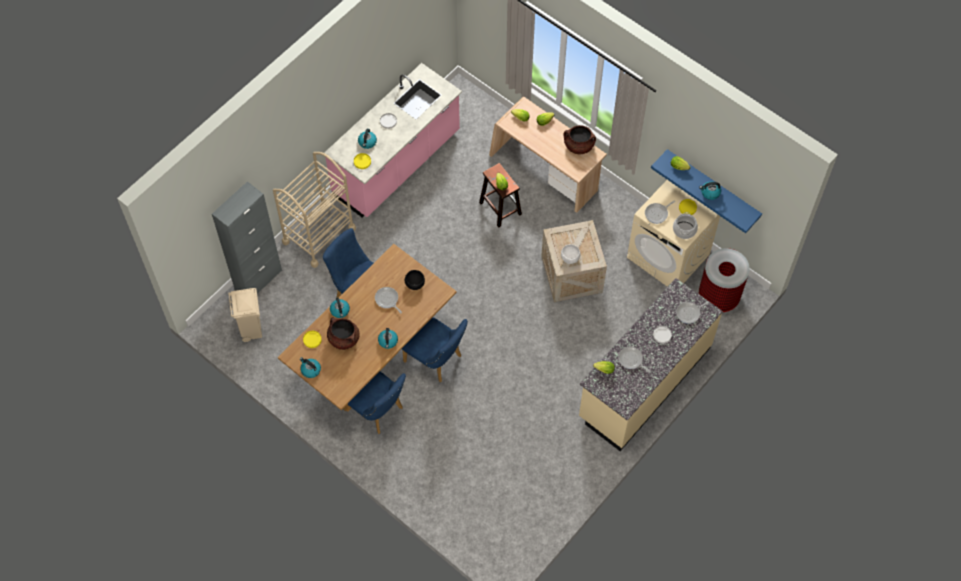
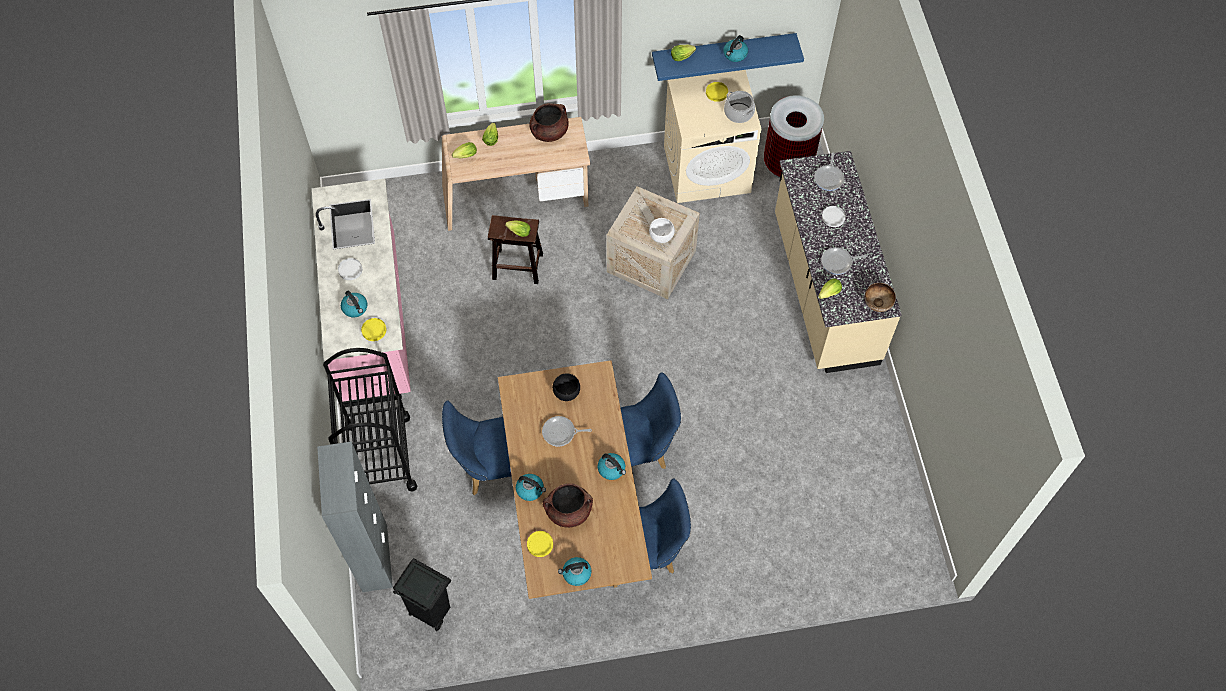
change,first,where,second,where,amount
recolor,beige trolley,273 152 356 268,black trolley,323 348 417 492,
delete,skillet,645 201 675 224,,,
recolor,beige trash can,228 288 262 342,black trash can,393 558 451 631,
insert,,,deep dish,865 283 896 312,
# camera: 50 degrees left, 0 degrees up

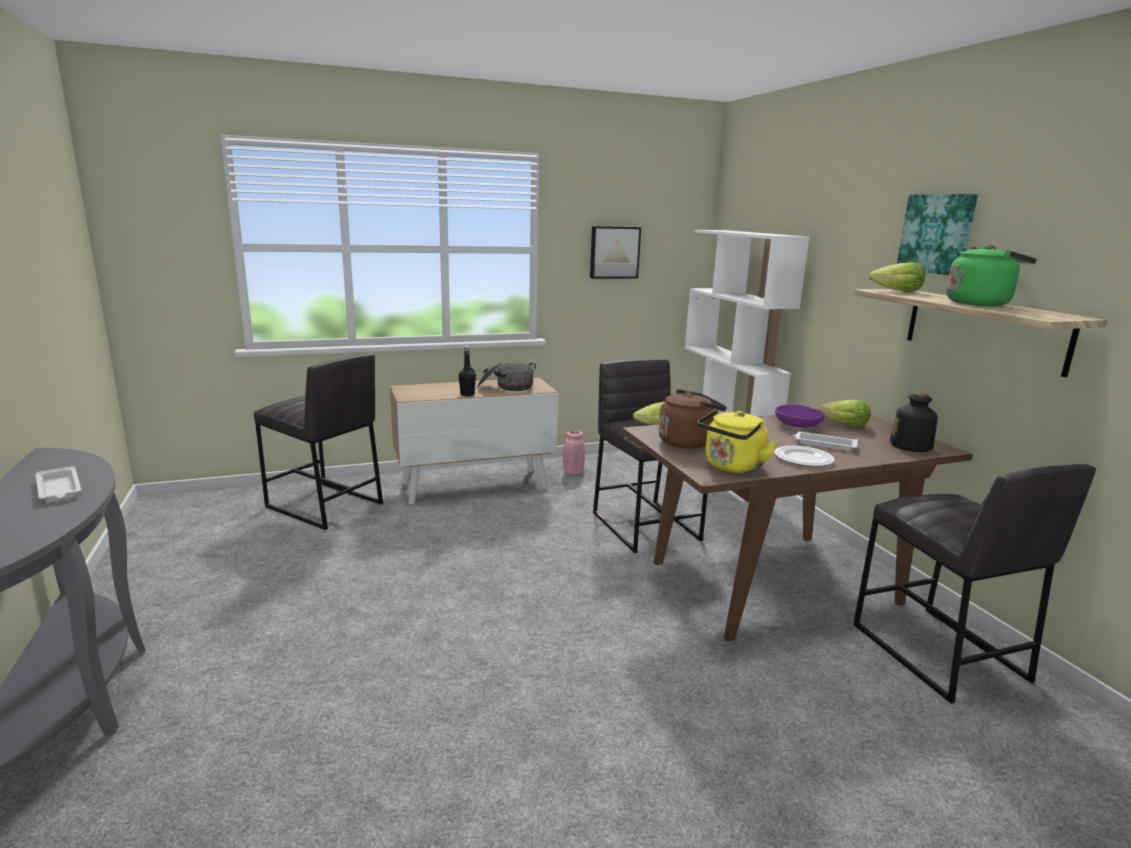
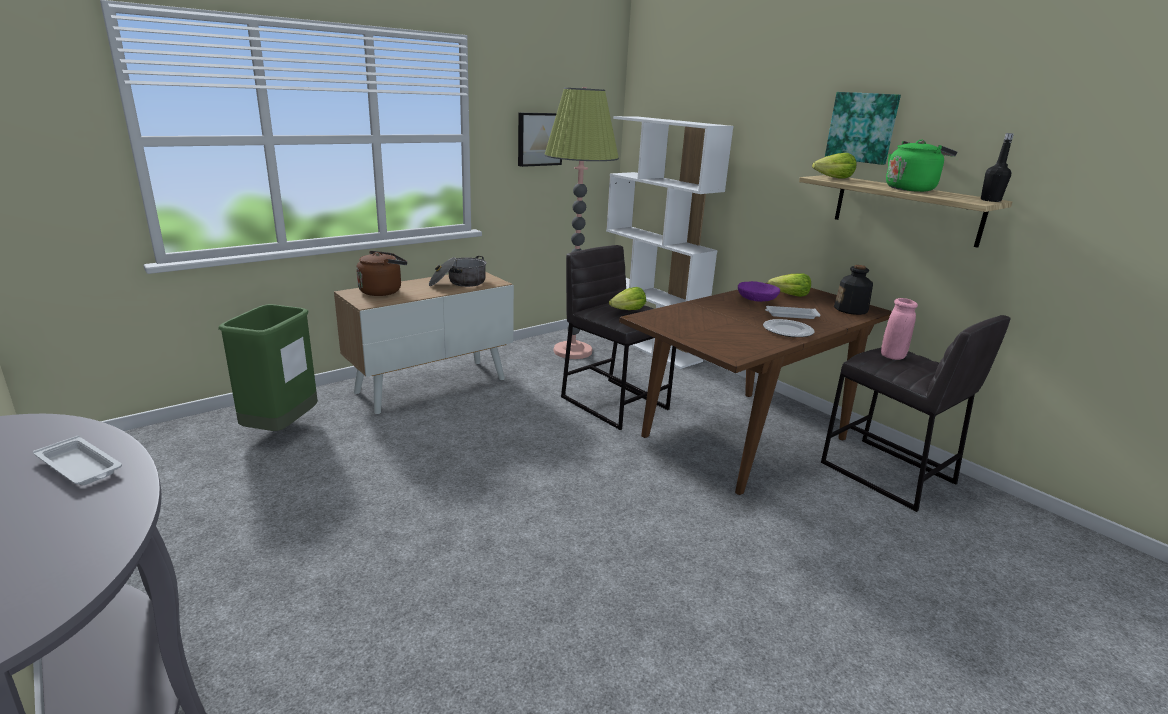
change,first,where,second,where,amount
move,black beverage bottle,459 346 476 397,,981 133 1014 202,
replace,grey stool seat,254 354 383 530,green-coloured trash can,218 304 318 431,
move,brownish kettle,659 389 727 449,,356 251 407 296,
delete,yellowish kettle,698 409 777 473,,,
move,pink flower vase,563 430 585 474,,881 298 918 360,
insert,,,standing lamp,544 87 619 359,
# camera: 20 degrees left, 5 degrees up

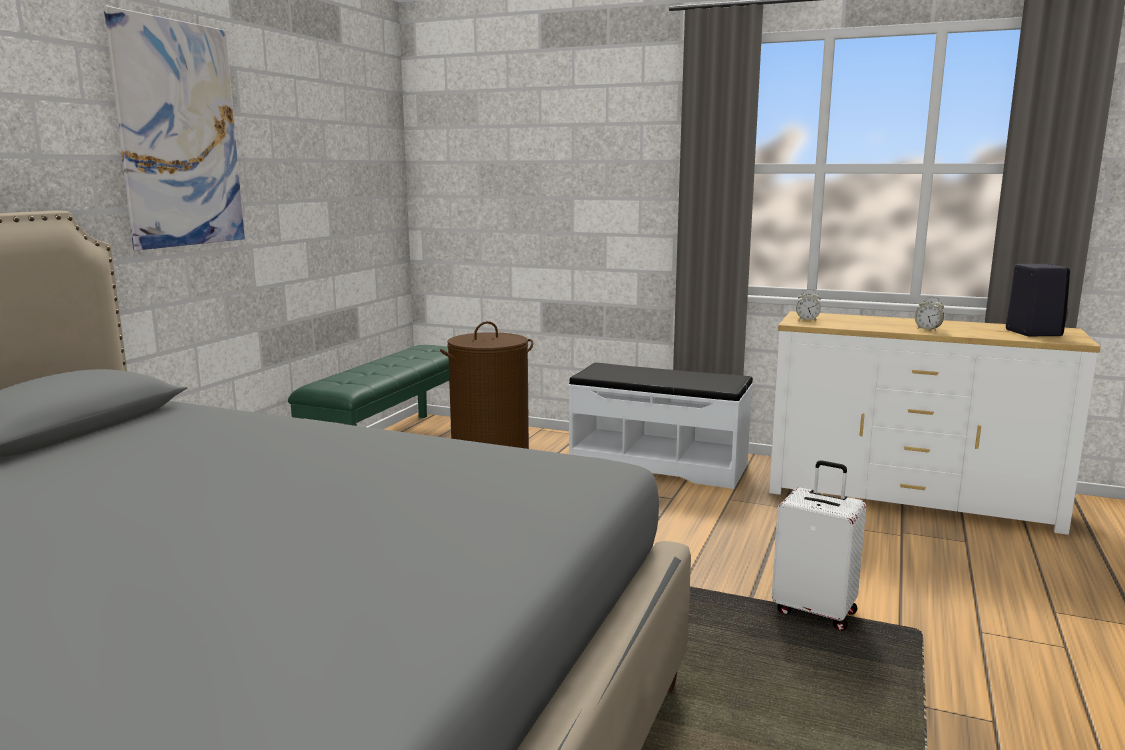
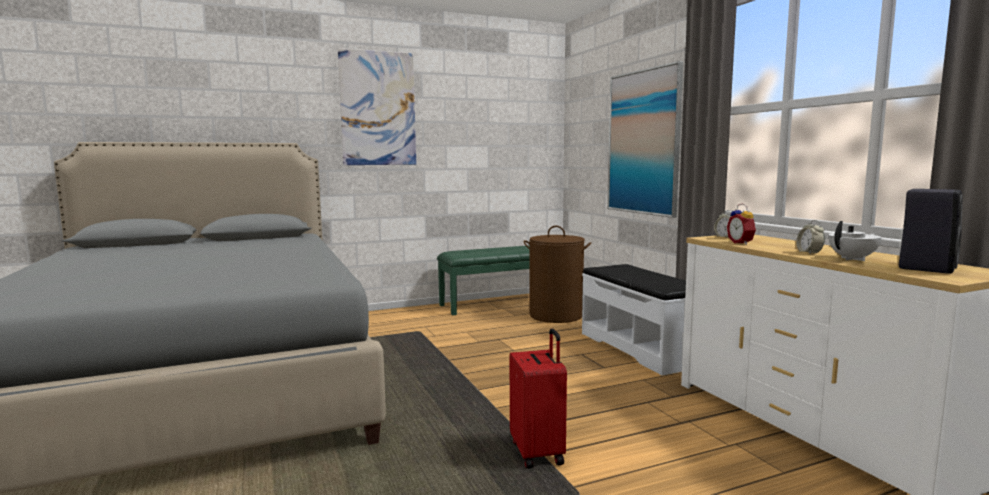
change,first,where,second,where,amount
recolor,whitish suitcase,772 460 866 631,reddish suitcase,510 328 567 469,
insert,,,wall art,607 61 683 218,
insert,,,bedside clock,727 203 756 245,
insert,,,whitish teapot,828 221 882 261,
# camera: 45 degrees right, 5 degrees down

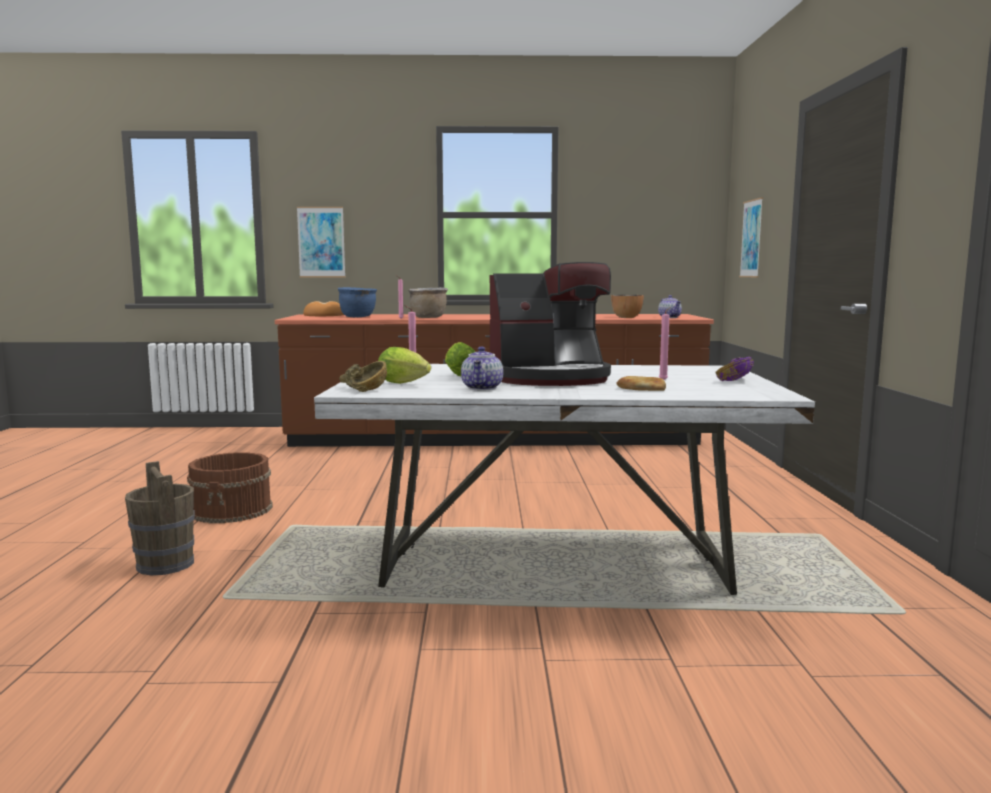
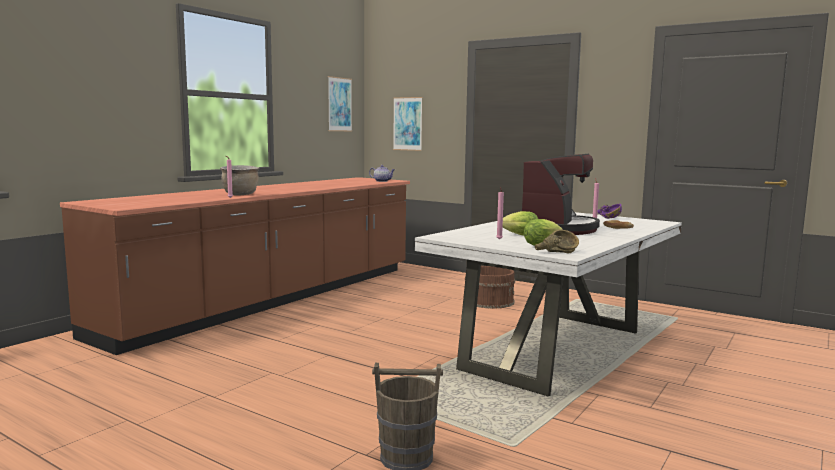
change,first,where,second,where,amount
move,wall art,297 207 345 277,,328 76 352 131,
delete,blue cooking pot,338 287 377 317,,,
delete,deep dish,611 295 644 318,,,
delete,bakery bread,303 301 344 316,,,
delete,teapot,461 347 503 390,,,
move,brownish pail,187 452 273 523,,465 266 515 309,
# camera: 55 degrees left, 0 degrees up

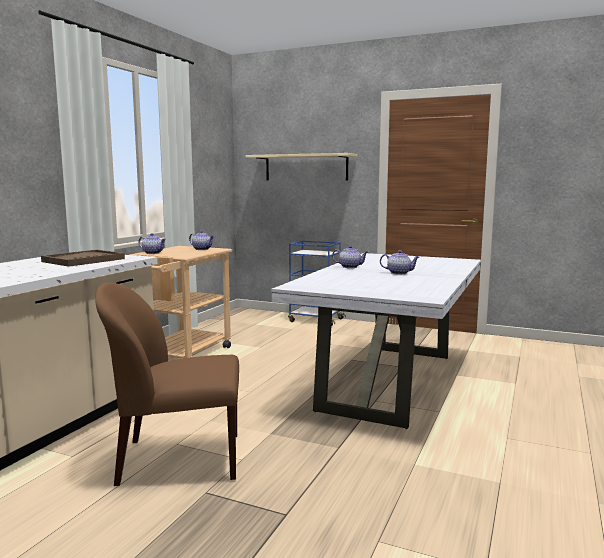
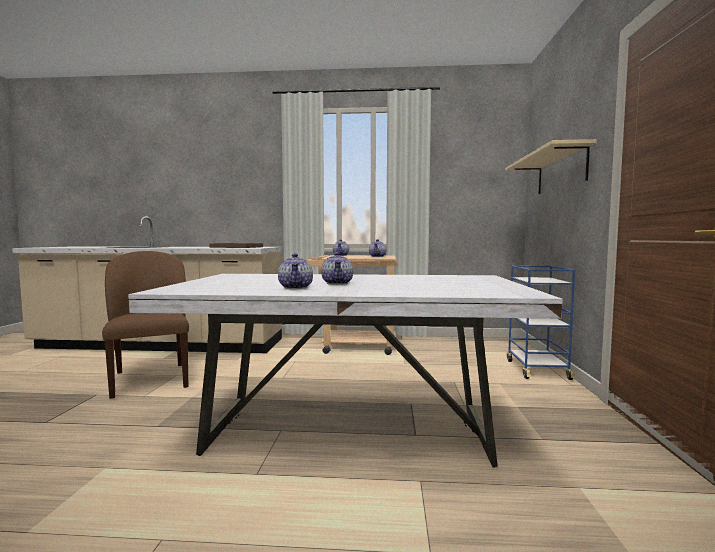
change,first,where,second,where,amount
move,teapot,332 245 368 268,,278 253 313 289,
# camera: 70 degrees right, 5 degrees down

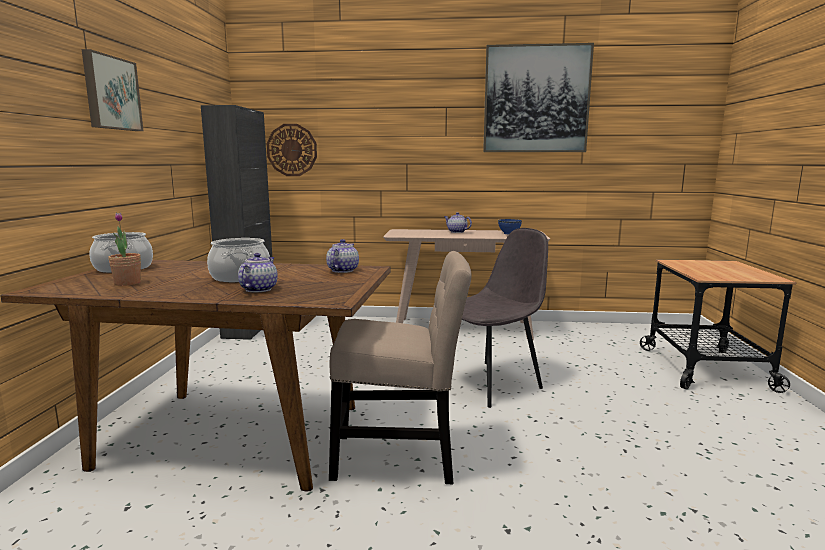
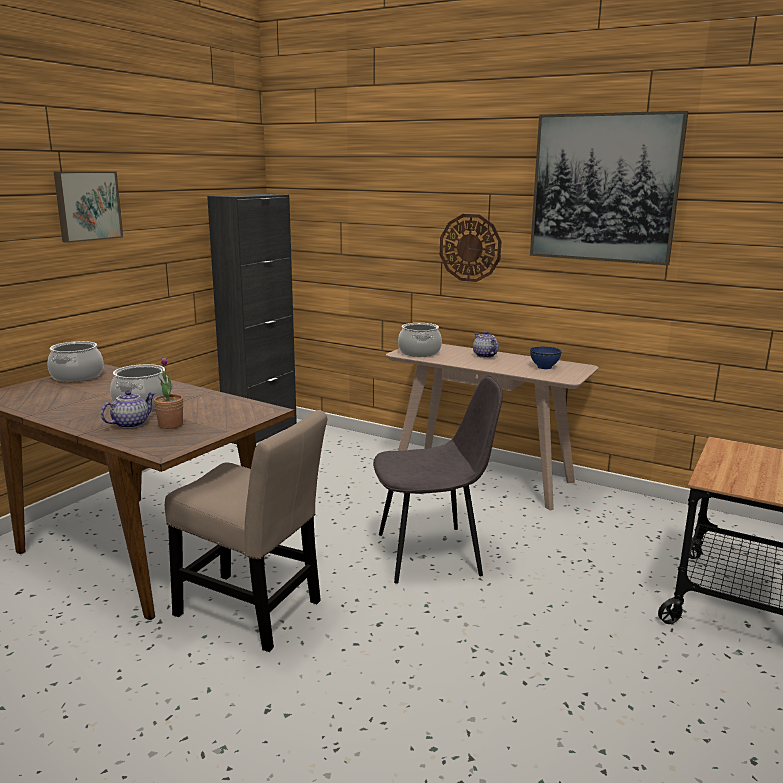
change,first,where,second,where,amount
move,clock on the wall,267 124 317 176,,440 214 501 282,
move,potted plant,108 213 141 286,,154 357 183 429,
delete,teapot,326 239 359 273,,,
insert,,,cooking pot,398 323 442 357,
# camera: 25 degrees right, 5 degrees up

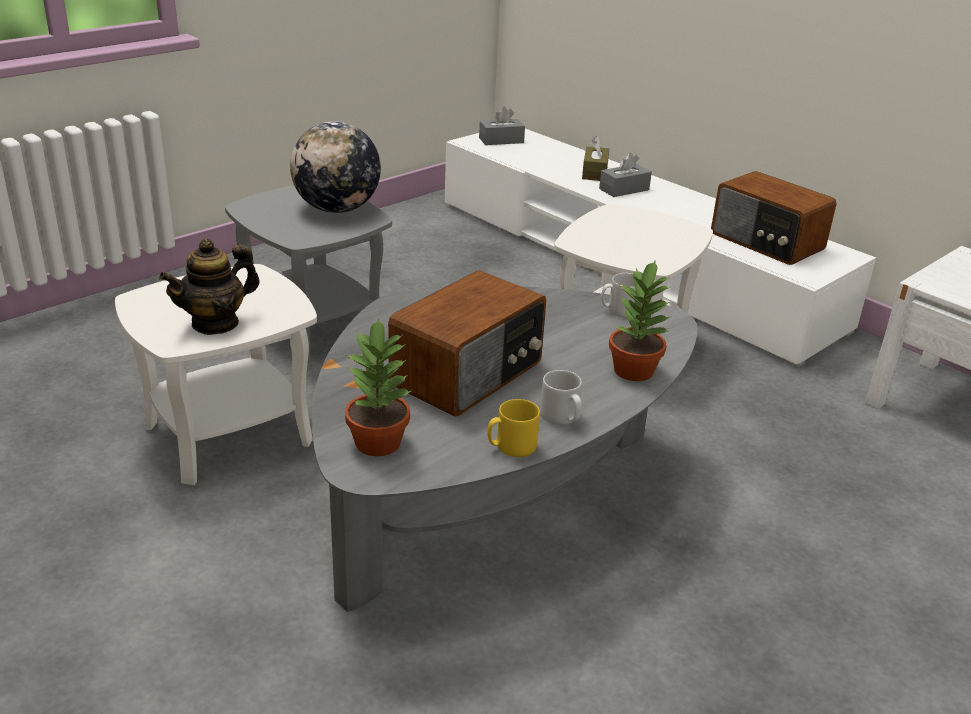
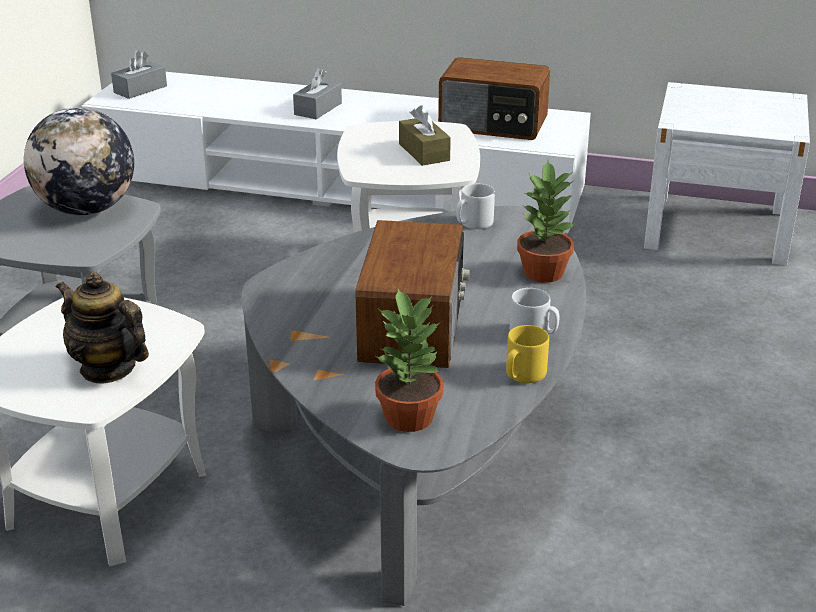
change,first,where,second,where,amount
move,brownish box of tissues,582 136 609 181,,399 105 451 166,
rotate,teapot,159 238 260 335,,56 272 149 384,105 degrees clockwise
# camera: 30 degrees left, 0 degrees up

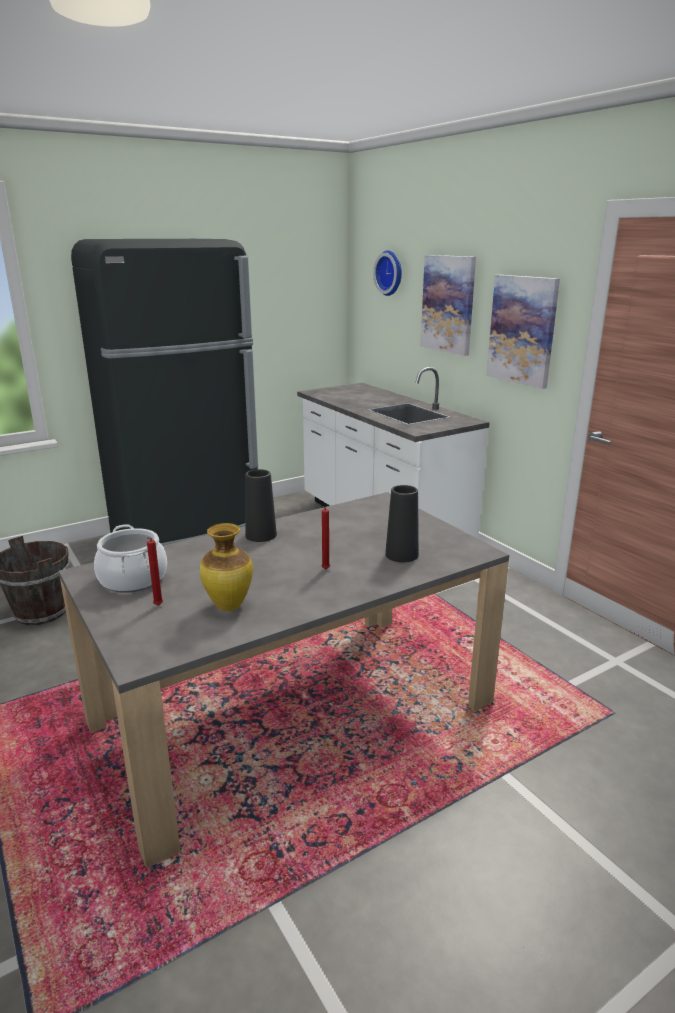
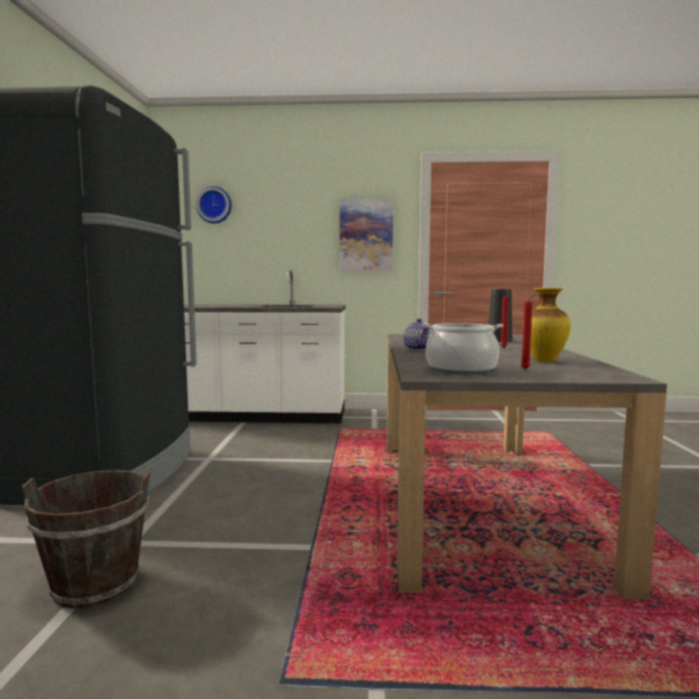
change,first,where,second,where,amount
delete,wall art,420 255 476 356,,,
replace,black flower vase,245 469 277 542,teapot,404 319 433 351,
# camera: 55 degrees left, 15 degrees down

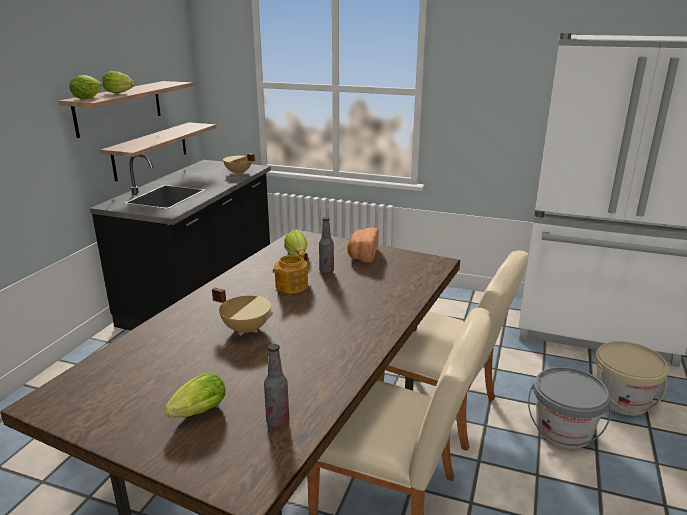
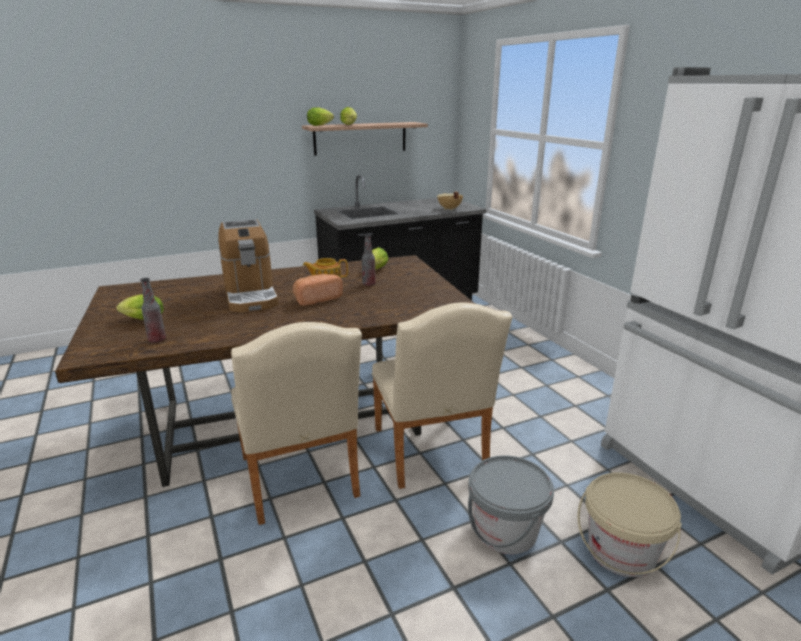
change,first,where,second,where,amount
delete,shelf,100 122 217 181,,,
move,bakery bread,348 227 379 263,,293 274 343 306,
replace,beige cooking pot,212 288 274 335,coffee machine,218 219 278 312,
# camera: 45 degrees right, 0 degrees up

